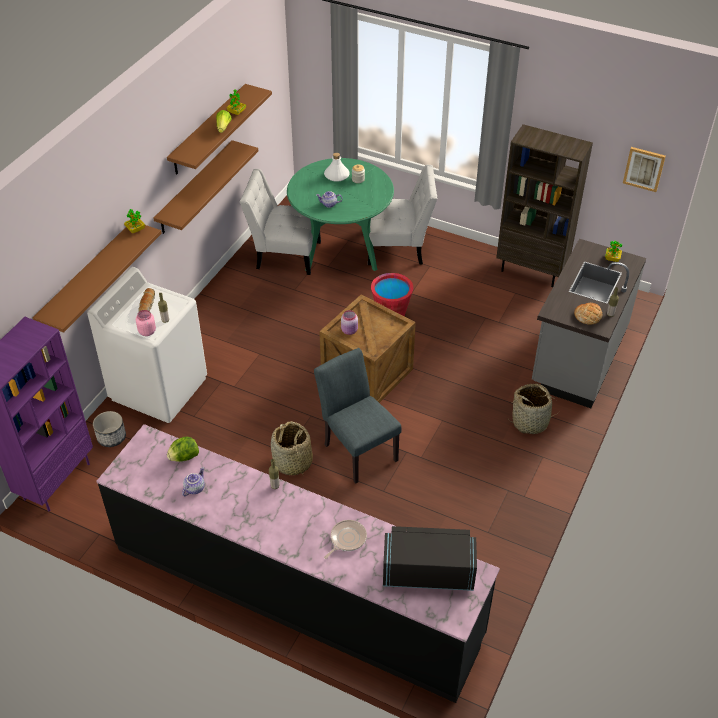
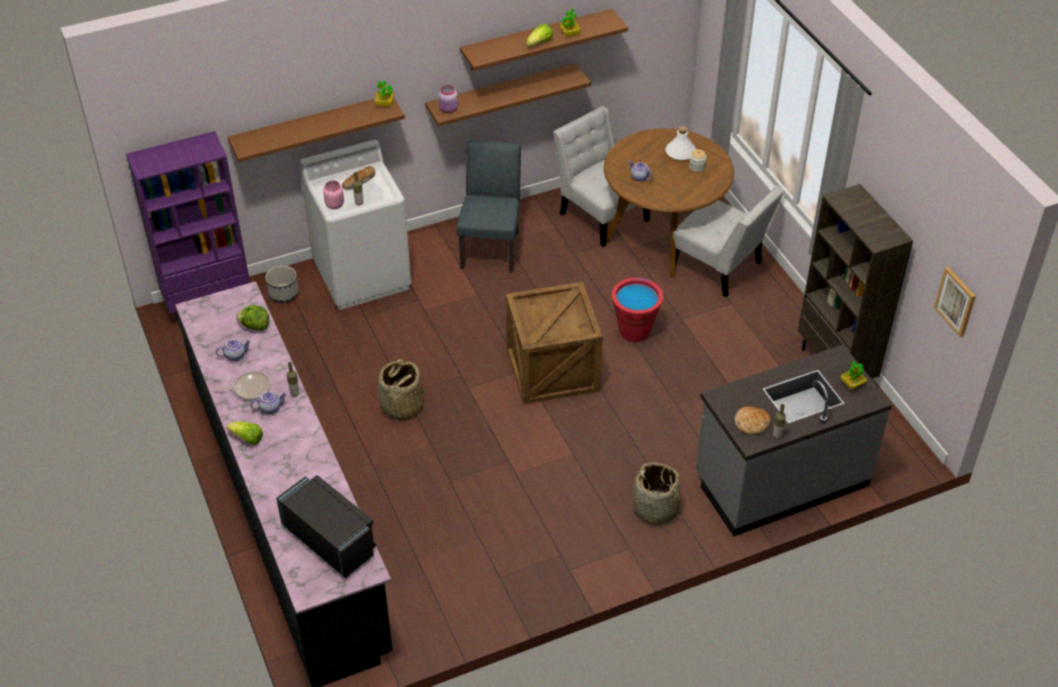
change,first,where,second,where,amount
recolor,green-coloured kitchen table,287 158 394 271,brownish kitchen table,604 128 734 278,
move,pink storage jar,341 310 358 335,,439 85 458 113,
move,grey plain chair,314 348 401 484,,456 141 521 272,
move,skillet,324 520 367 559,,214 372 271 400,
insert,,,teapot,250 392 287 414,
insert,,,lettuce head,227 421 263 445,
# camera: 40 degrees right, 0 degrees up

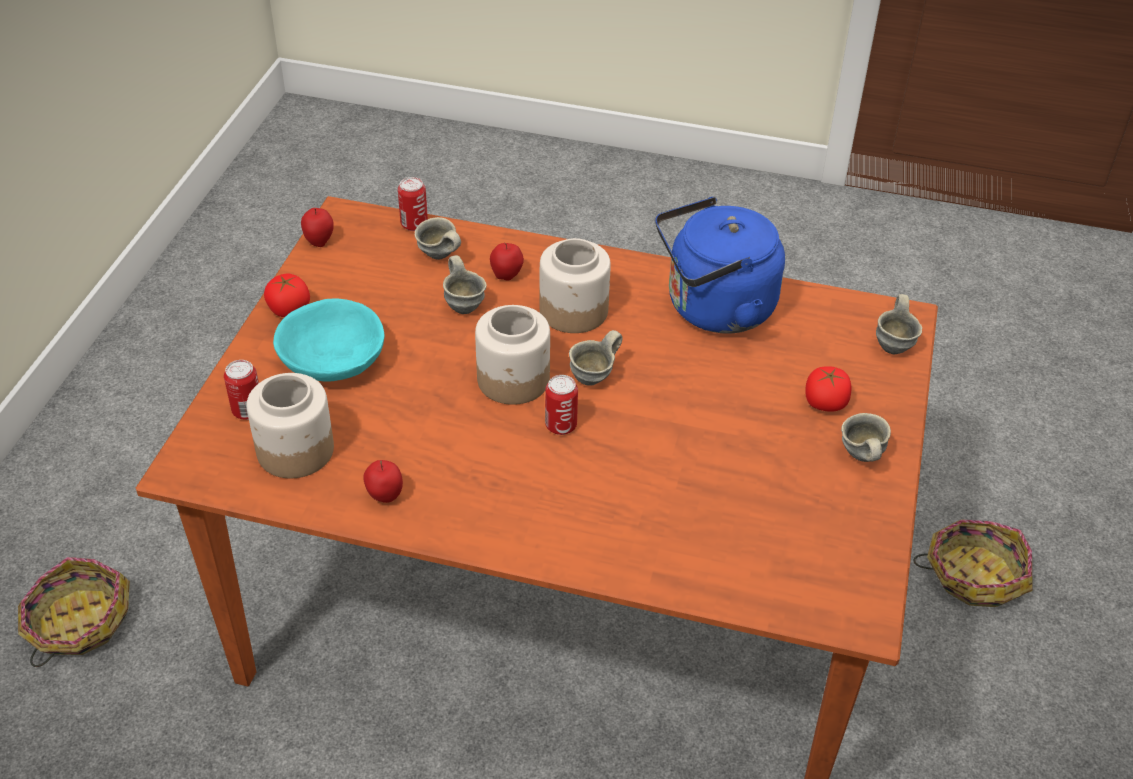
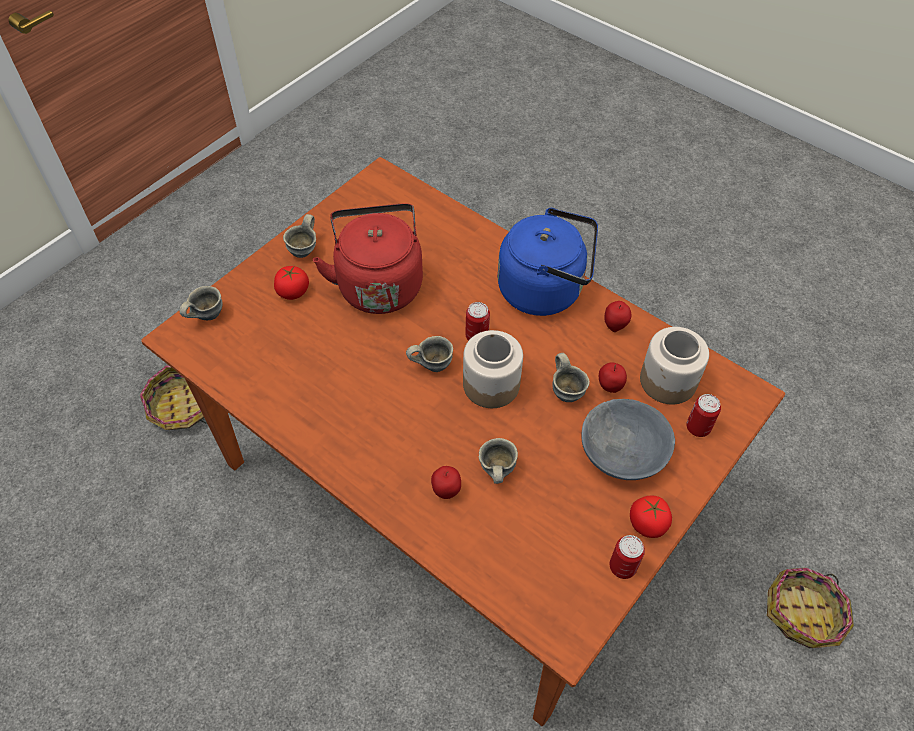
change,first,where,second,where,amount
move,can,398 177 428 231,,610 535 645 579,
move,blue kettle,655 197 785 334,,498 208 598 316,
move,apple,301 208 334 247,,599 362 627 393,
move,grey coffee mug,415 217 461 260,,552 353 589 402,
delete,storage jar,540 238 611 333,,,
recolor,turquoise-coloured deep dish,273 299 385 382,grey deep dish,581 399 675 480,
insert,,,reddish kettle,313 203 423 314,
# camera: 155 degrees left, 10 degrees up

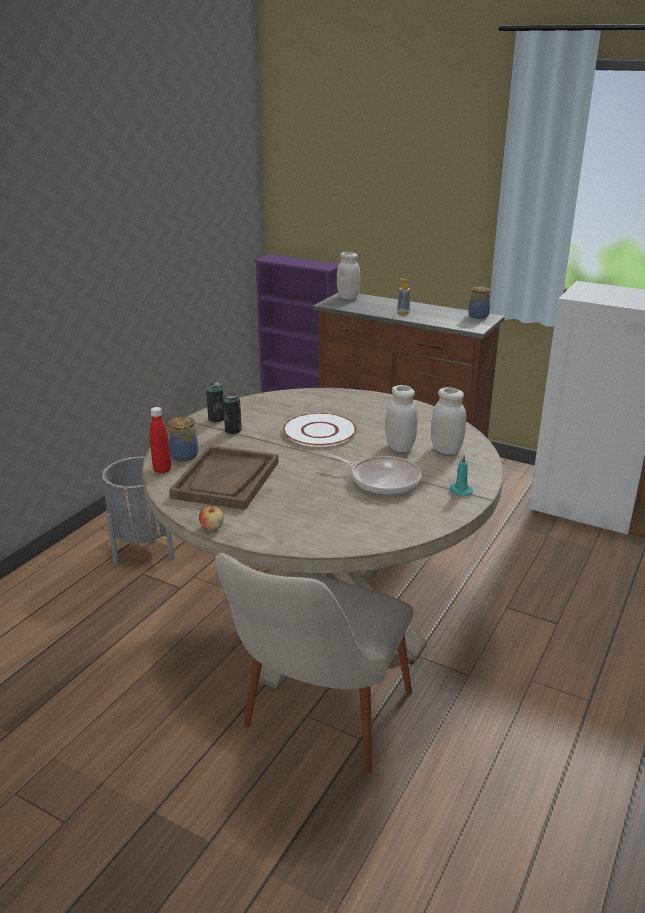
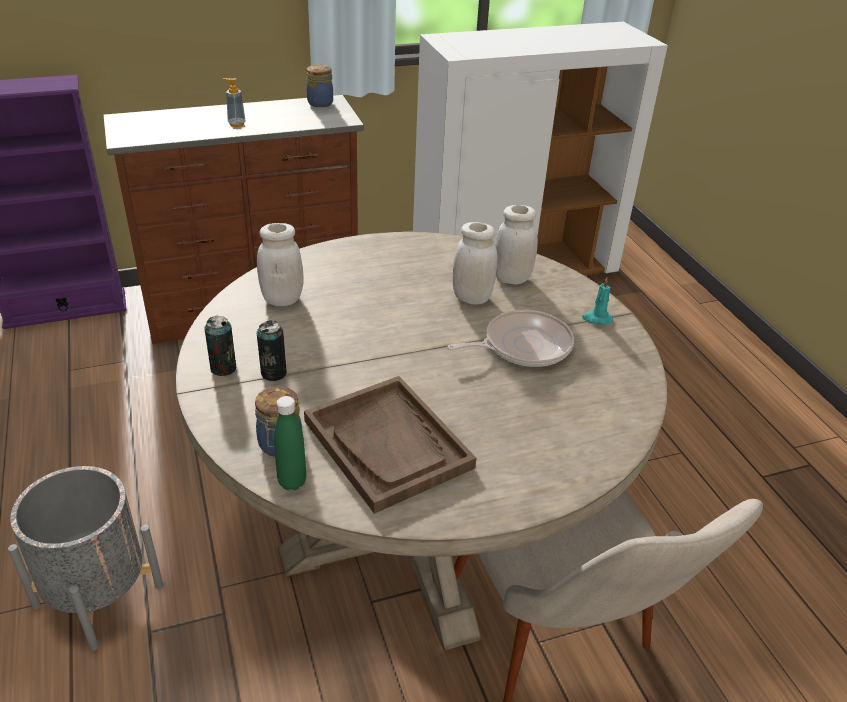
change,first,where,second,where,amount
move,whitish storage jar,337 252 360 299,,257 223 304 306,
recolor,reddish beverage bottle,150 407 171 474,green-coloured beverage bottle,274 396 306 490,
delete,whitish plate,283 413 357 447,,,
delete,apple,199 504 224 530,,,
# camera: 50 degrees left, 10 degrees up

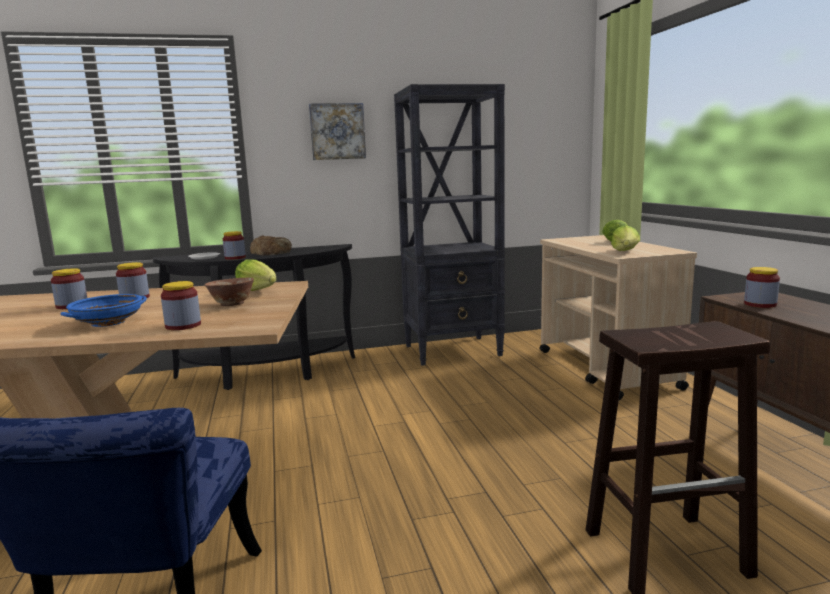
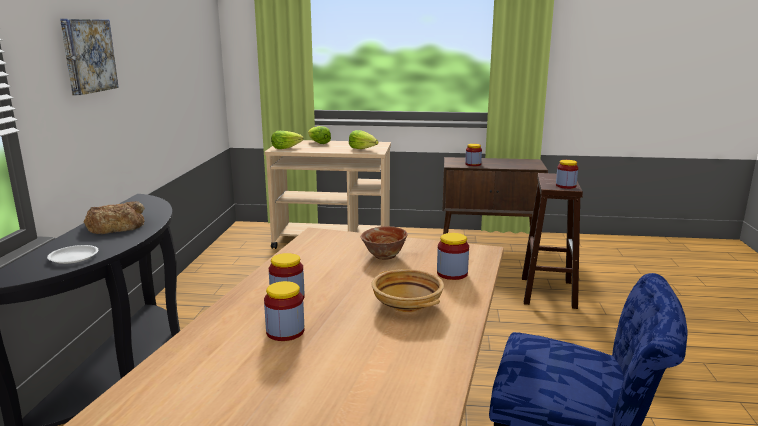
change,first,where,second,where,amount
delete,black shelving unit,394 84 505 366,,,
move,storage jar,223 231 246 260,,556 160 578 189,
move,lettuce head,235 259 276 291,,271 131 304 149,
recolor,blue deep dish,61 294 147 327,beige deep dish,371 269 444 312,
# camera: 70 degrees left, 5 degrees up

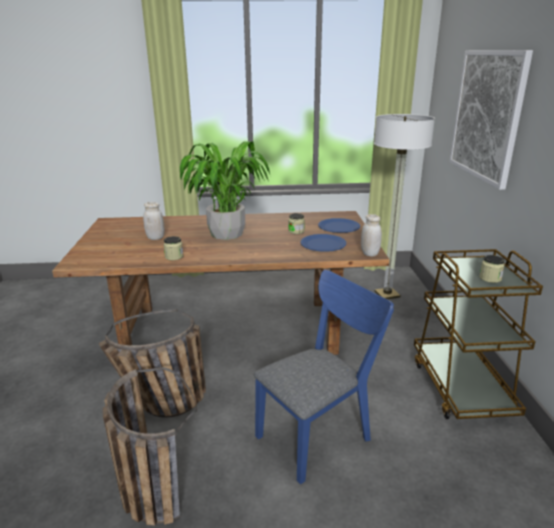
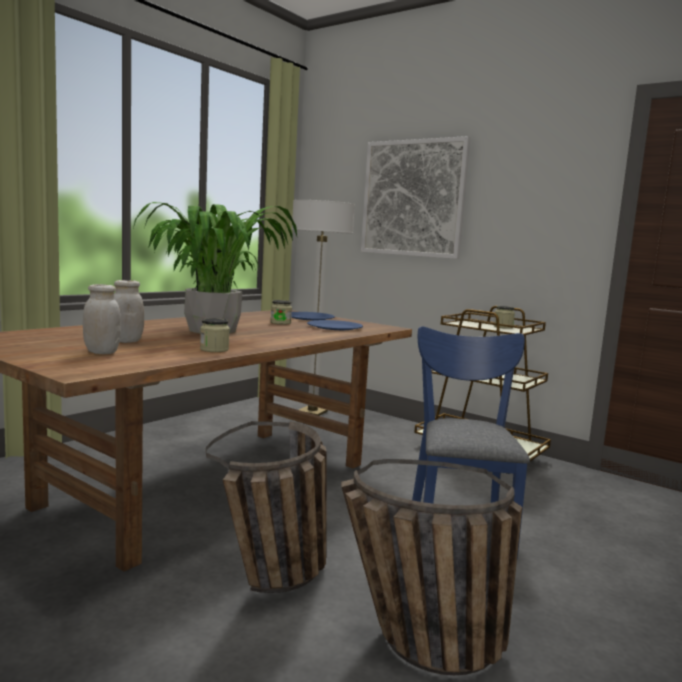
change,first,where,second,where,amount
move,whitish storage jar,361 214 382 256,,83 284 121 354,
# camera: 50 degrees left, 15 degrees down

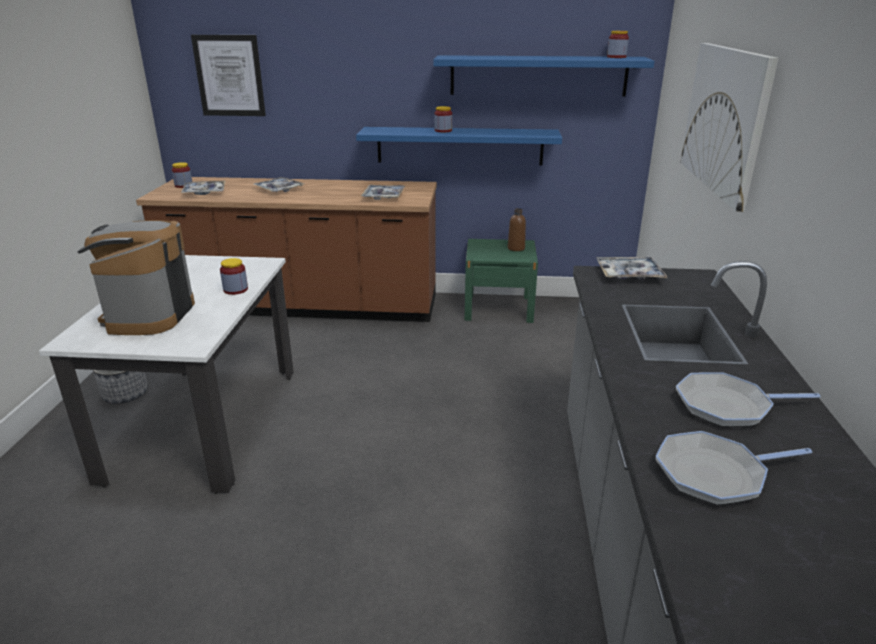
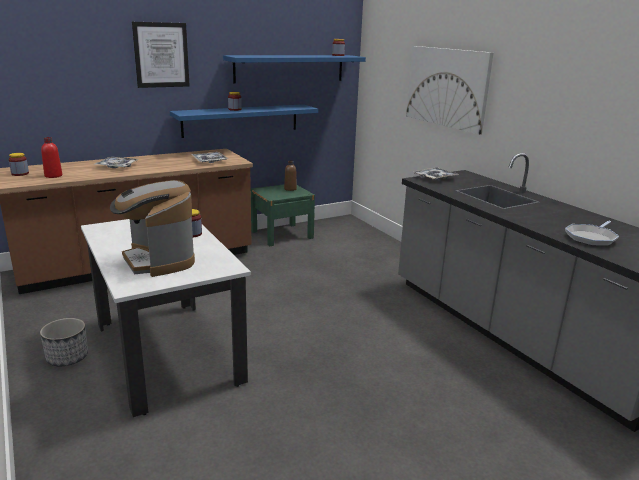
change,first,where,second,where,amount
move,wall art,191 35 266 116,,132 22 190 88,
replace,serving tray,181 181 225 195,reddish beverage bottle,41 137 62 178,
delete,skillet,676 372 821 427,,,
# camera: 35 degrees left, 5 degrees down

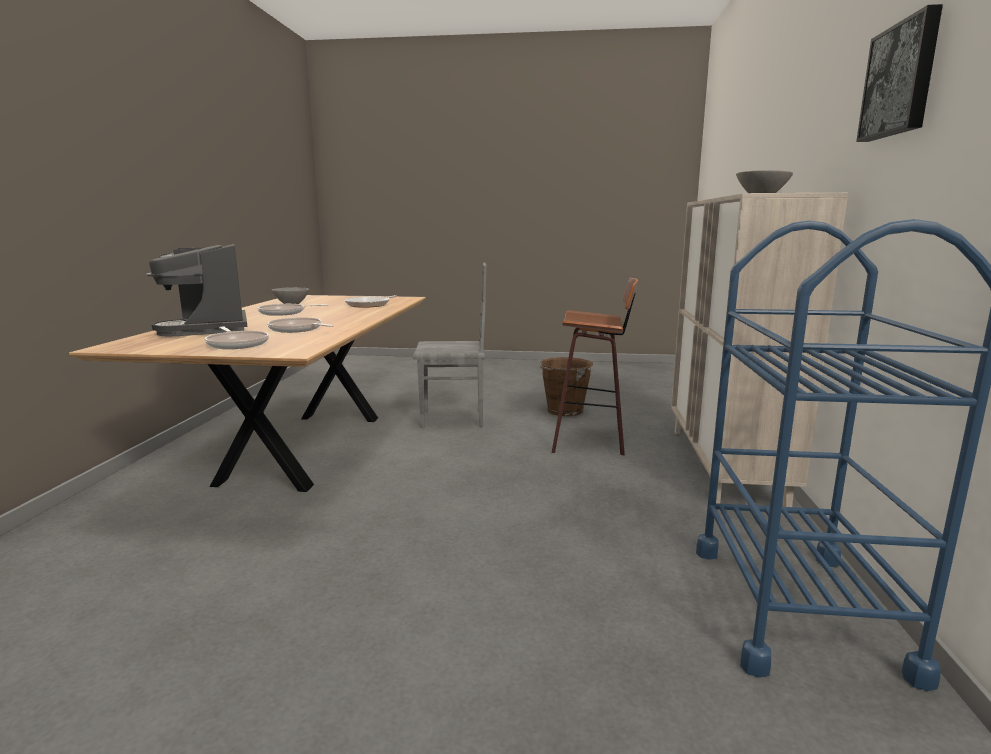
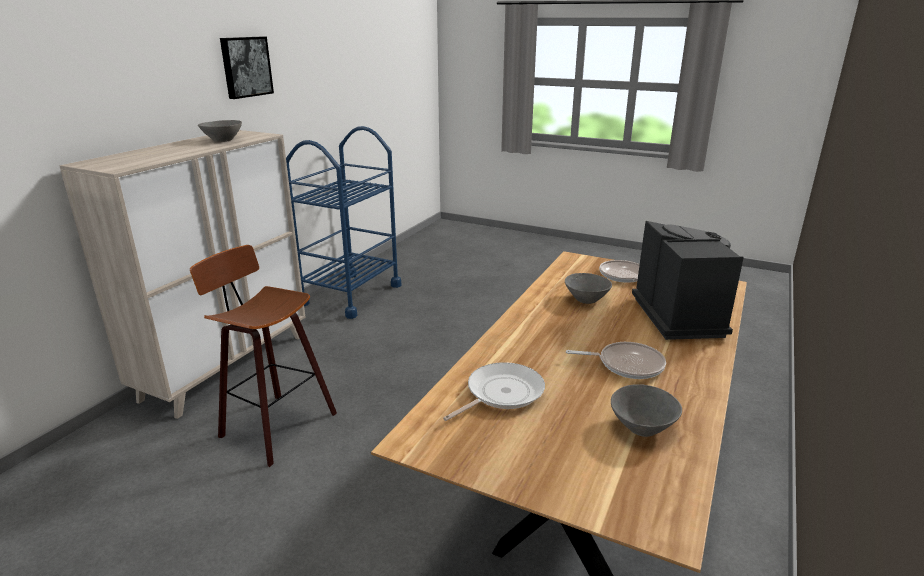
change,first,where,second,where,amount
delete,grey plain chair,413 262 487 428,,,
replace,skillet,267 317 334 333,grey deep dish,565 273 612 304,
delete,brownish pail,538 357 593 416,,,
# camera: 160 degrees left, 10 degrees up

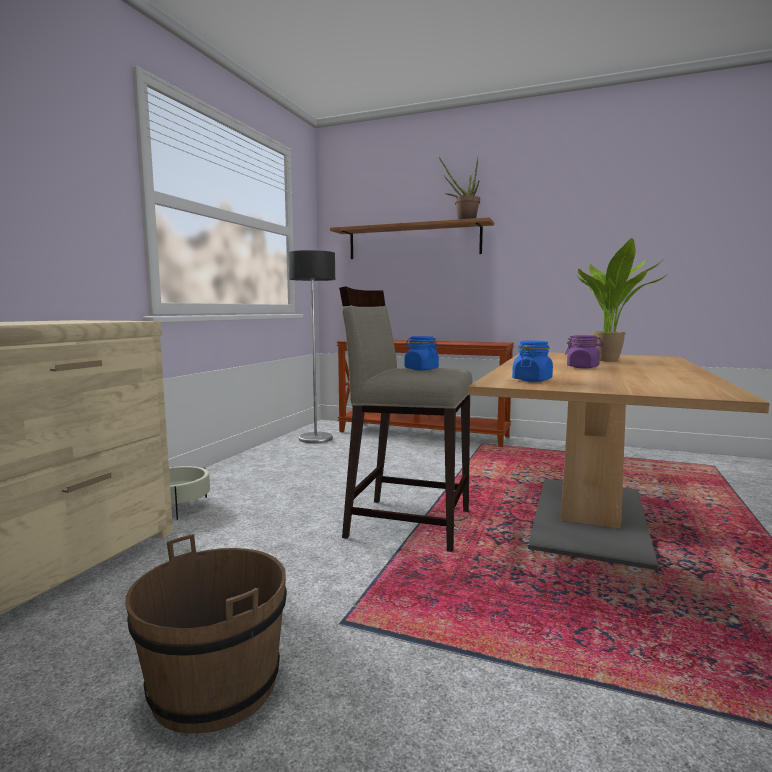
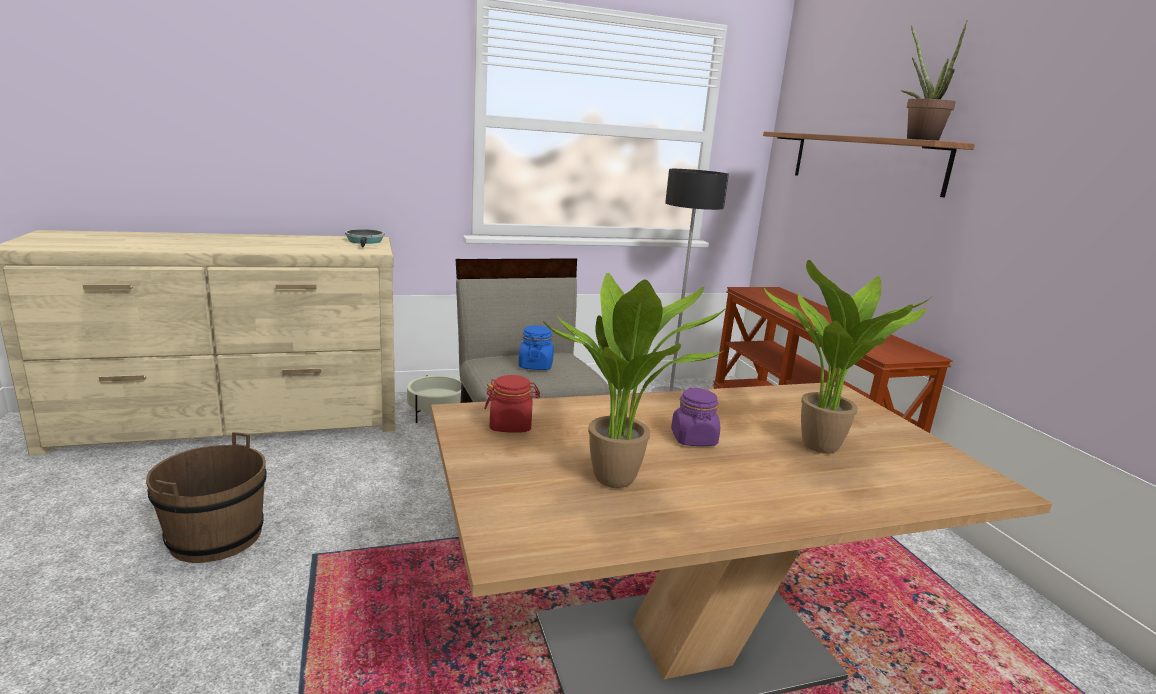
change,first,where,second,where,amount
recolor,blue storage jar,512 341 553 382,reddish storage jar,484 375 540 433,
insert,,,skillet,345 229 385 248,
insert,,,potted plant,543 273 729 488,
# camera: 50 degrees right, 10 degrees up

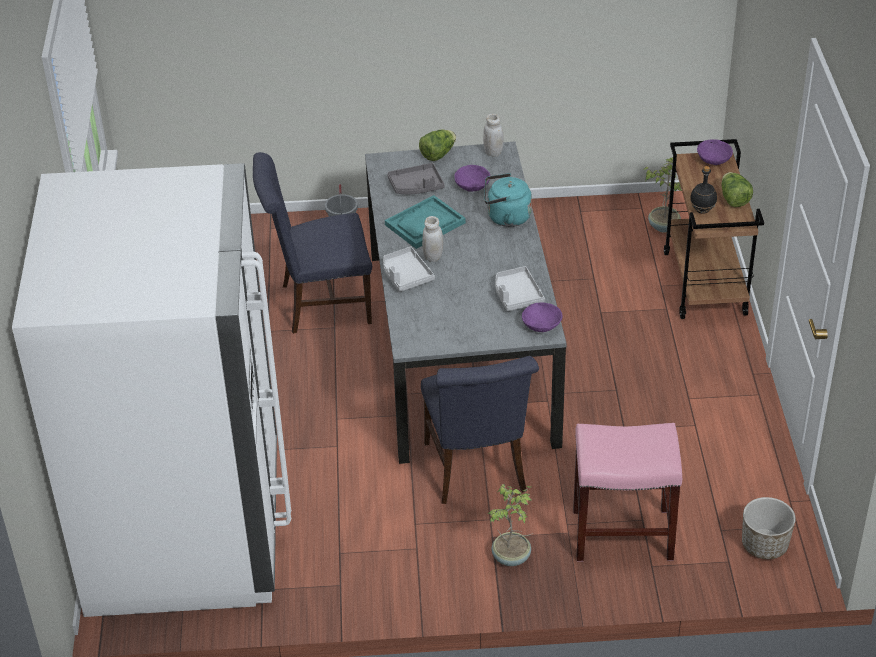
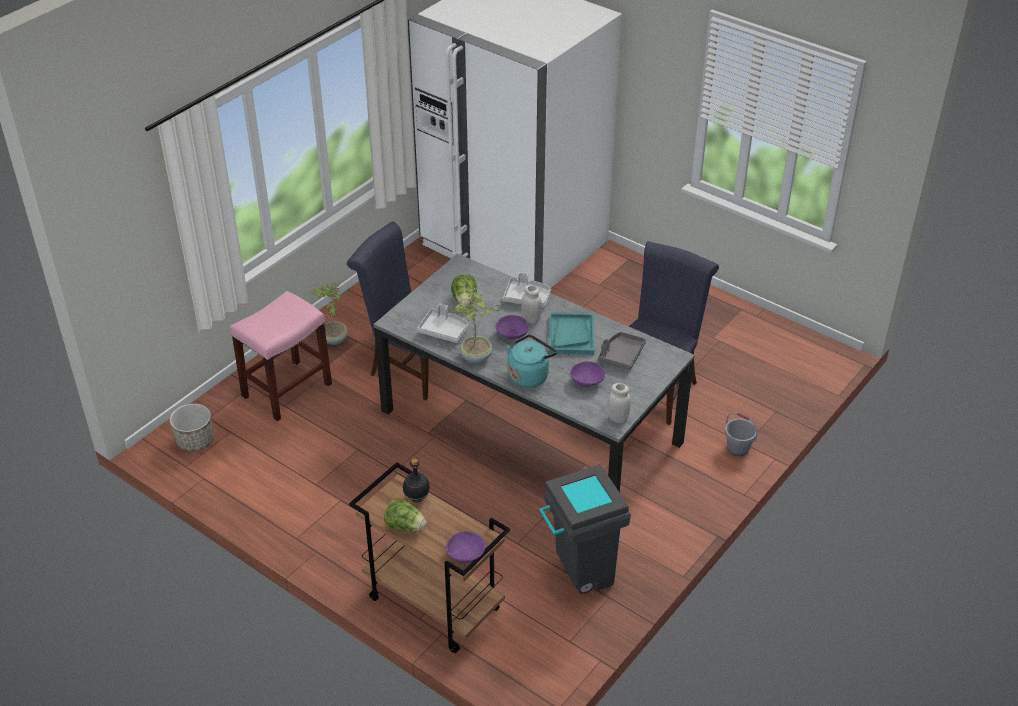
change,first,where,second,where,amount
move,lettuce head,419 130 456 161,,451 274 477 306,
move,potted plant,643 157 682 232,,453 288 502 363,
move,purple-coloured deep dish,522 302 562 332,,495 315 529 340,
insert,,,grey trash can,539 464 631 594,
# camera: 130 degrees right, 0 degrees up

